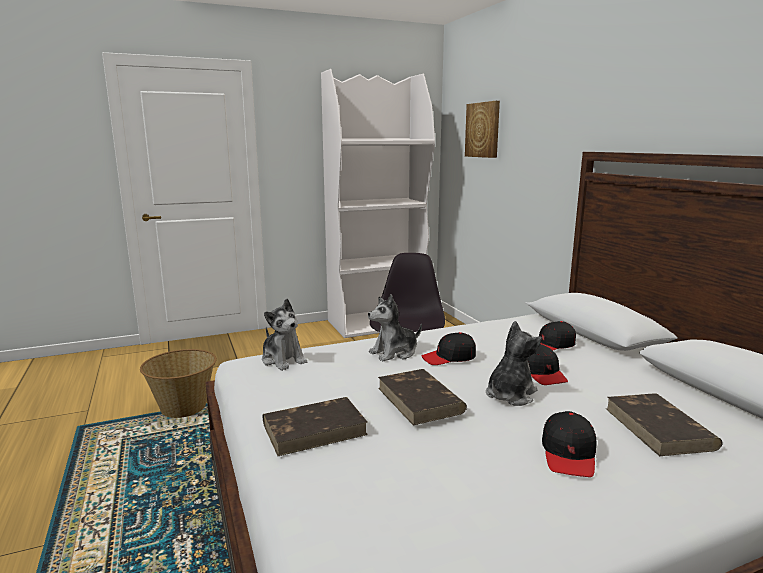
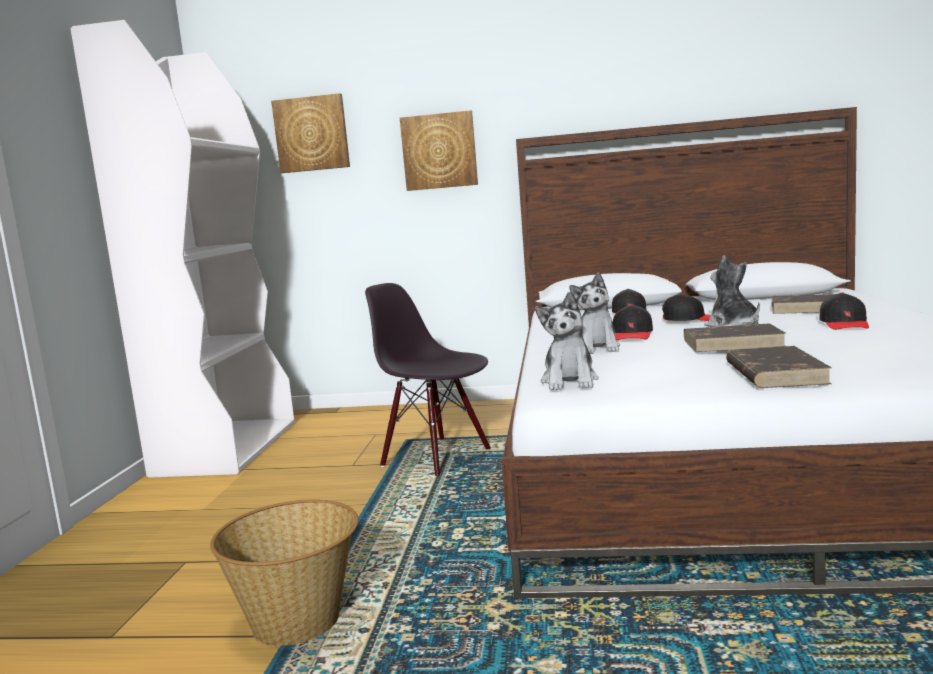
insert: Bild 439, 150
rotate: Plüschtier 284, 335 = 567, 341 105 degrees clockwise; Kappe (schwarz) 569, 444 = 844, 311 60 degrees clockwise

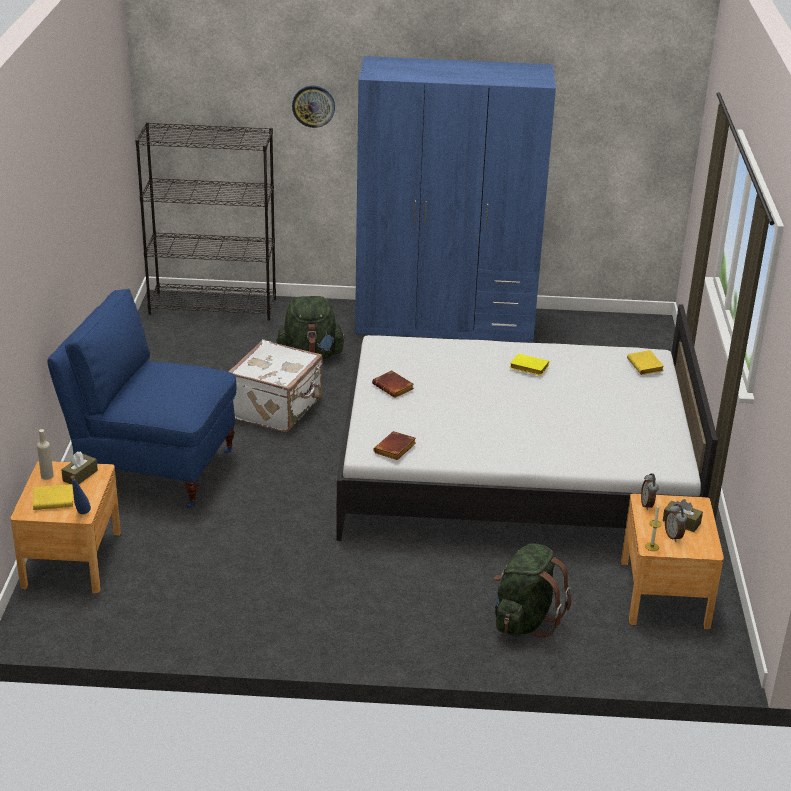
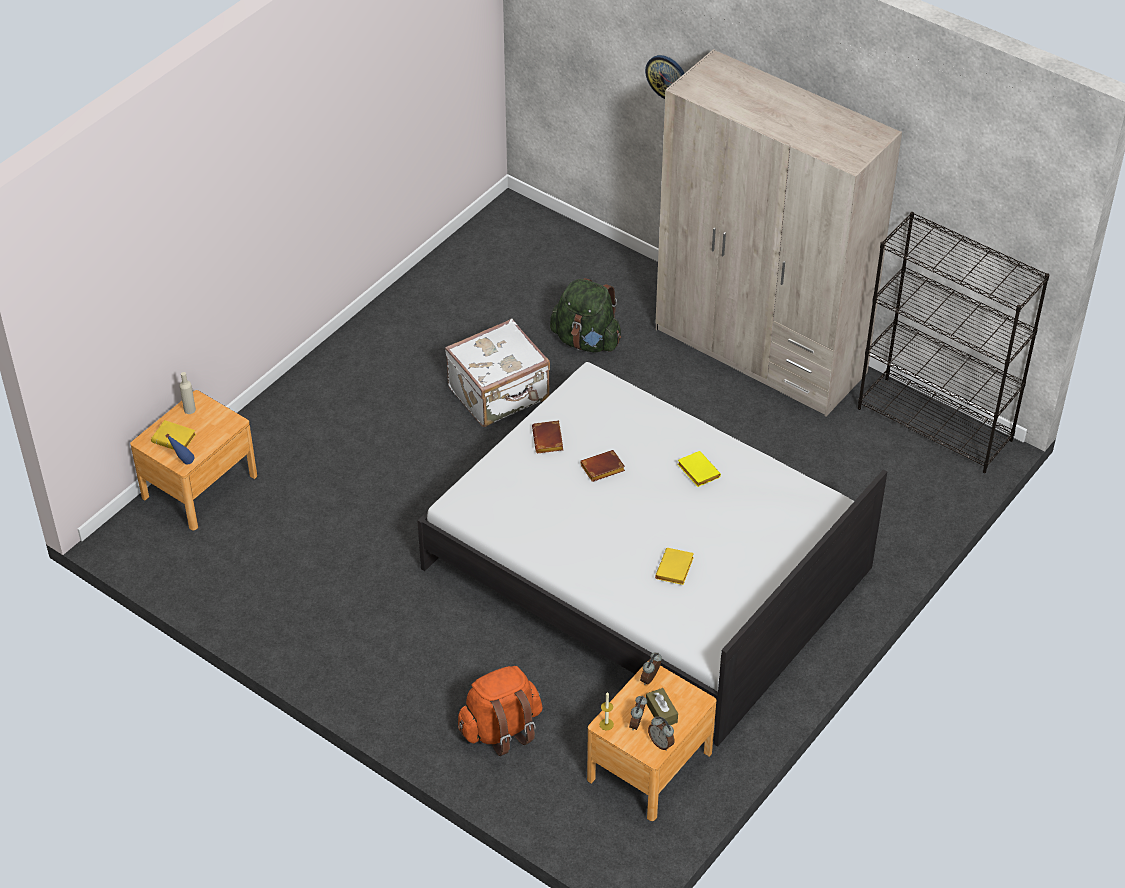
delete: Stuhl (blau) 142, 398; Taschentuchbox (braun) 79, 467
insert: Wecker 661, 734
move: Bücherregal (schwarz) 205, 221 to 953, 342; Buch (braun) 395, 445 to 602, 466; Buch (gelb) 645, 362 to 674, 566
recolor: Kleiderschrank (blau) 455, 199 to Kleiderschrank (beige) 778, 233; Rucksack (grün) 532, 591 to Rucksack (orange) 500, 711

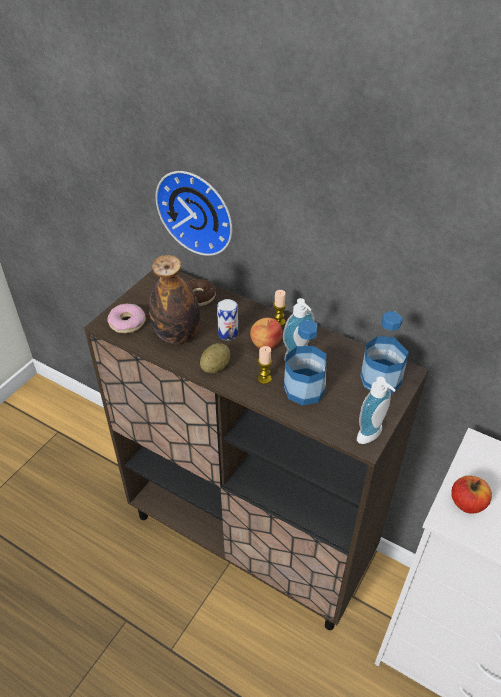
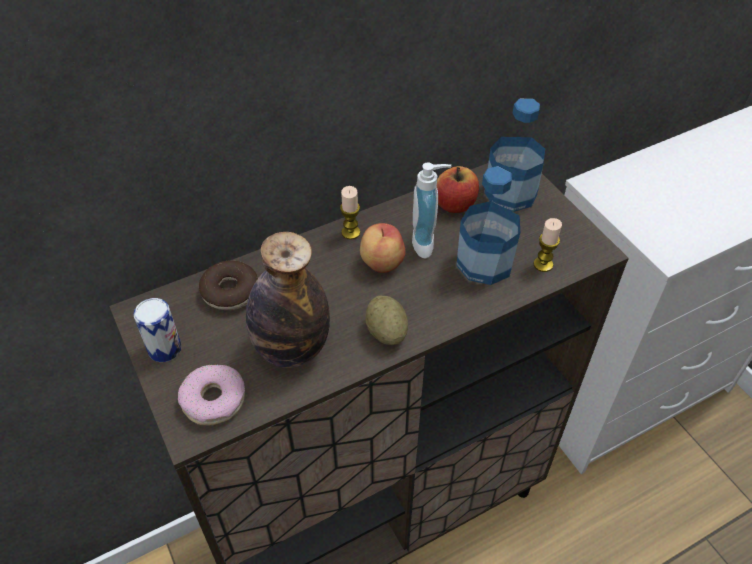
delete: Wanduhr 194, 213; Seifenspender 376, 410
move: Dose 227, 320 to 157, 330; Kerze 265, 365 to 547, 245; Apfel 471, 495 to 458, 189

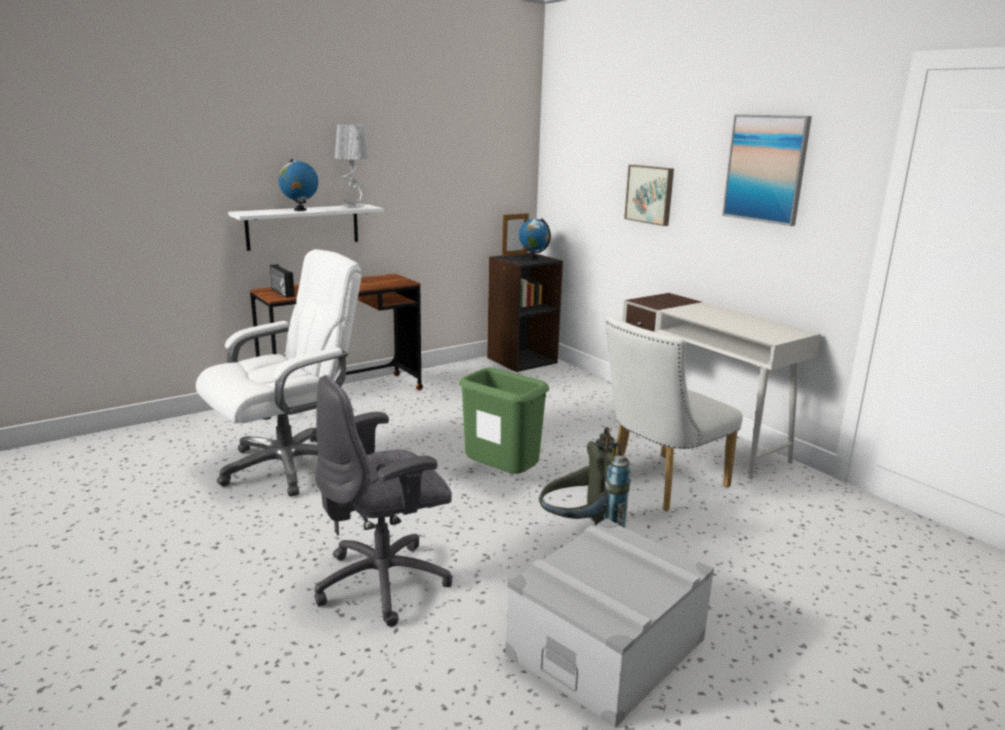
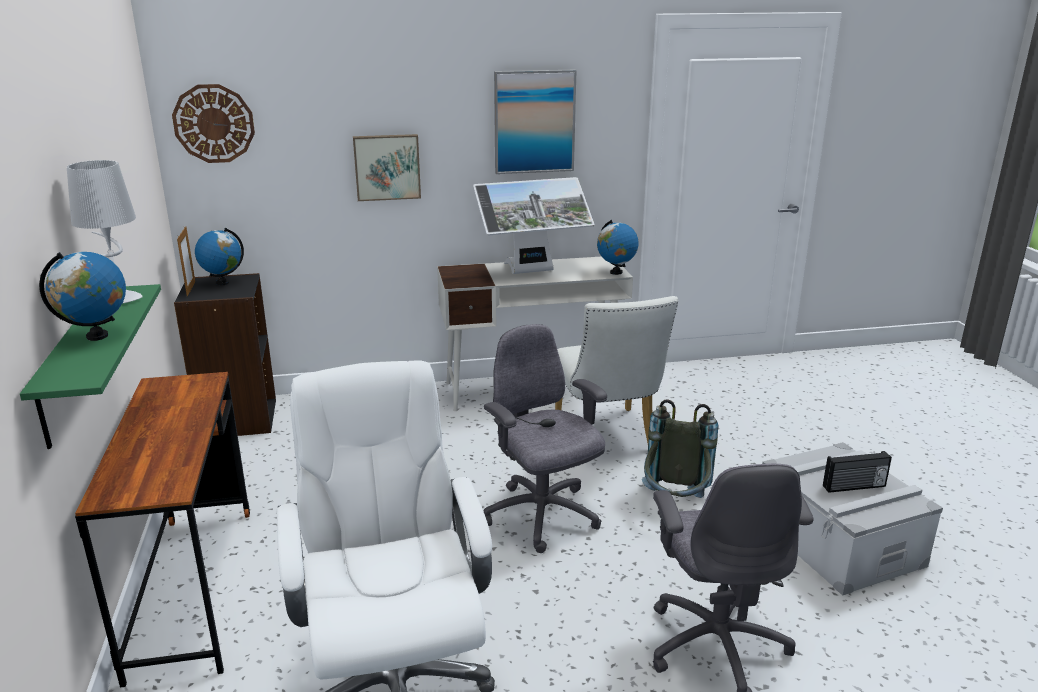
insert: Wanduhr 213, 123; Monitor 533, 225; Globus 618, 247
move: Radio 282, 281 to 857, 472
replace: Mülleimer (grün) 504, 421 to Bürostuhl (grau) 545, 438
recolor: Wandregal (weiß) 306, 227 to Wandregal (grün) 90, 366

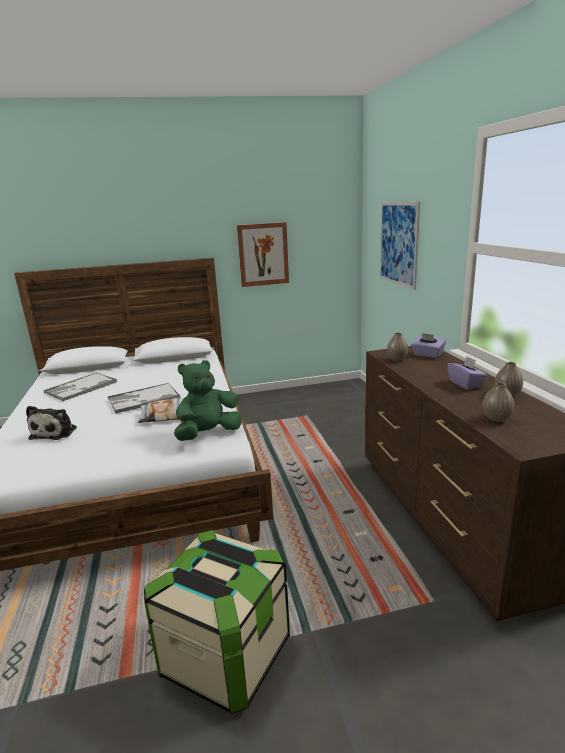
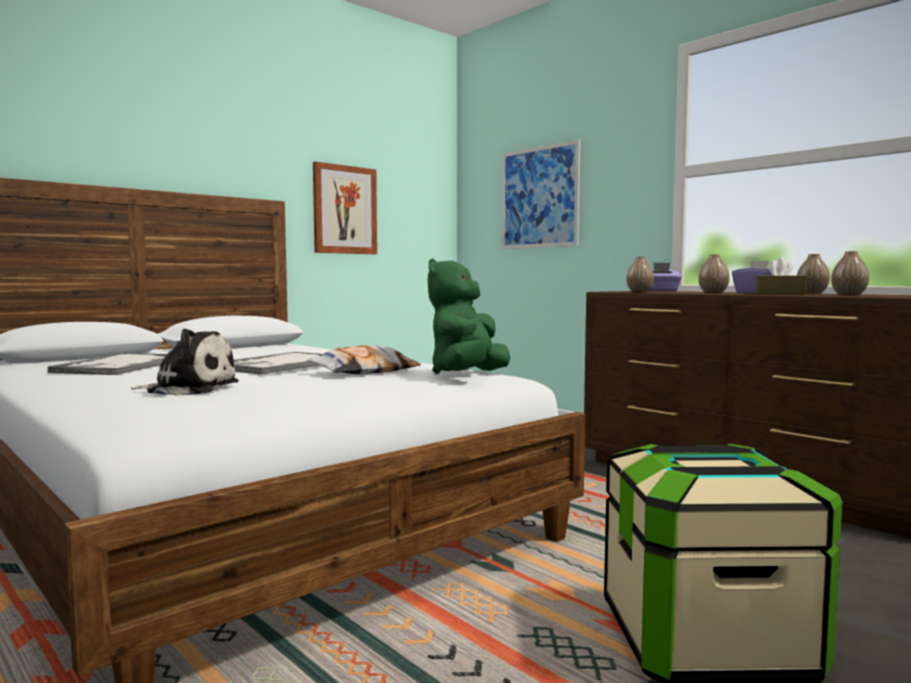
insert: Vase 714, 274; Taschentuchbox (braun) 781, 276
rotate: Plüschtier 51, 423 = 185, 362 60 degrees counterclockwise

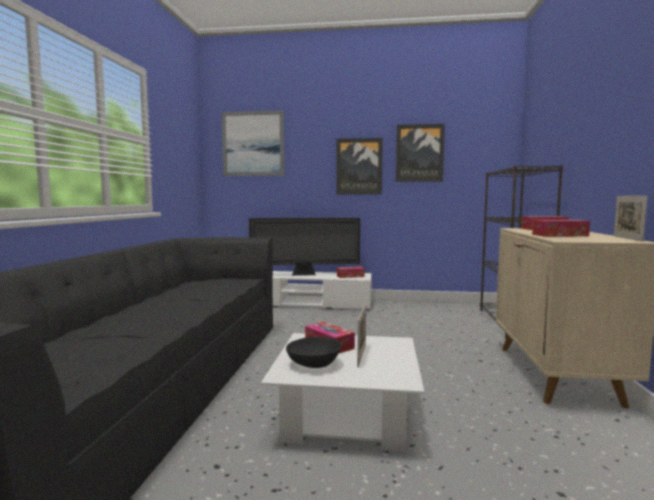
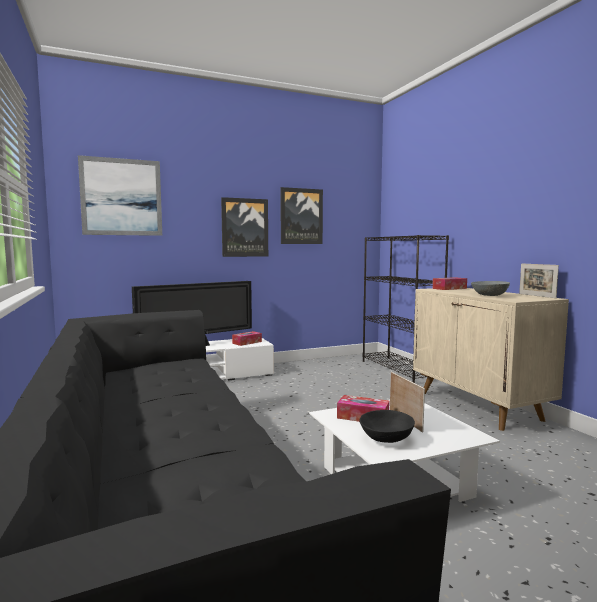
replace: Taschentuchbox 561, 228 to Schüssel (grau) 490, 288

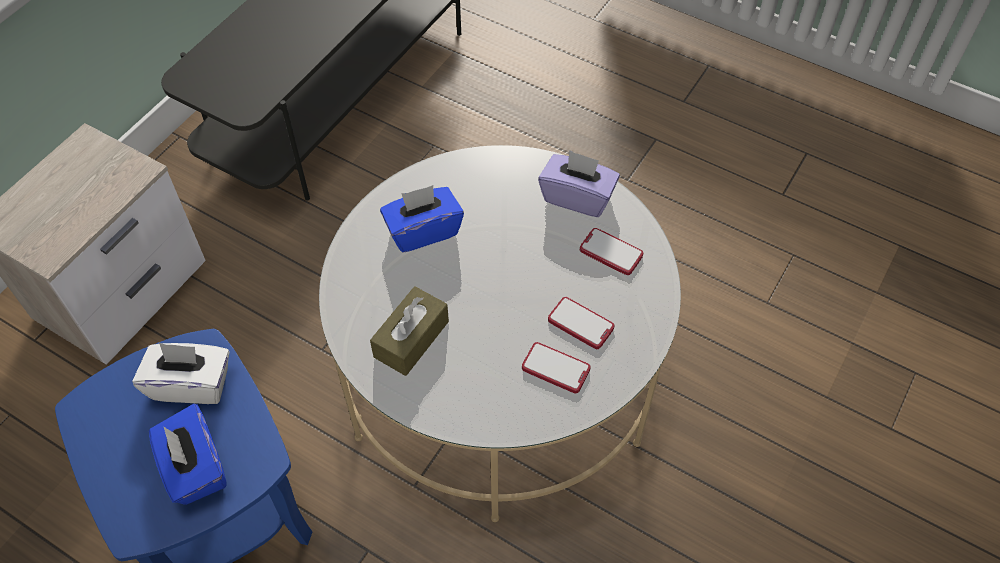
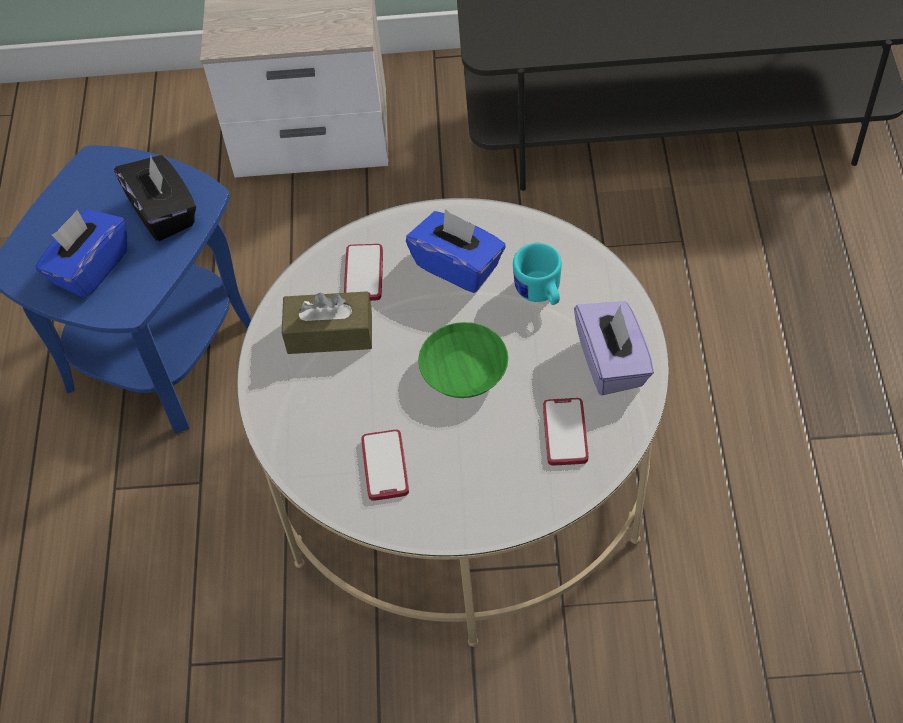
insert: Schüssel (grün) 463, 360; Henkelbecher (türkis) 537, 274
move: Handy 581, 323 to 363, 272
recolor: Taschentuchbox (weiß) 181, 373 to Taschentuchbox (schwarz) 155, 198

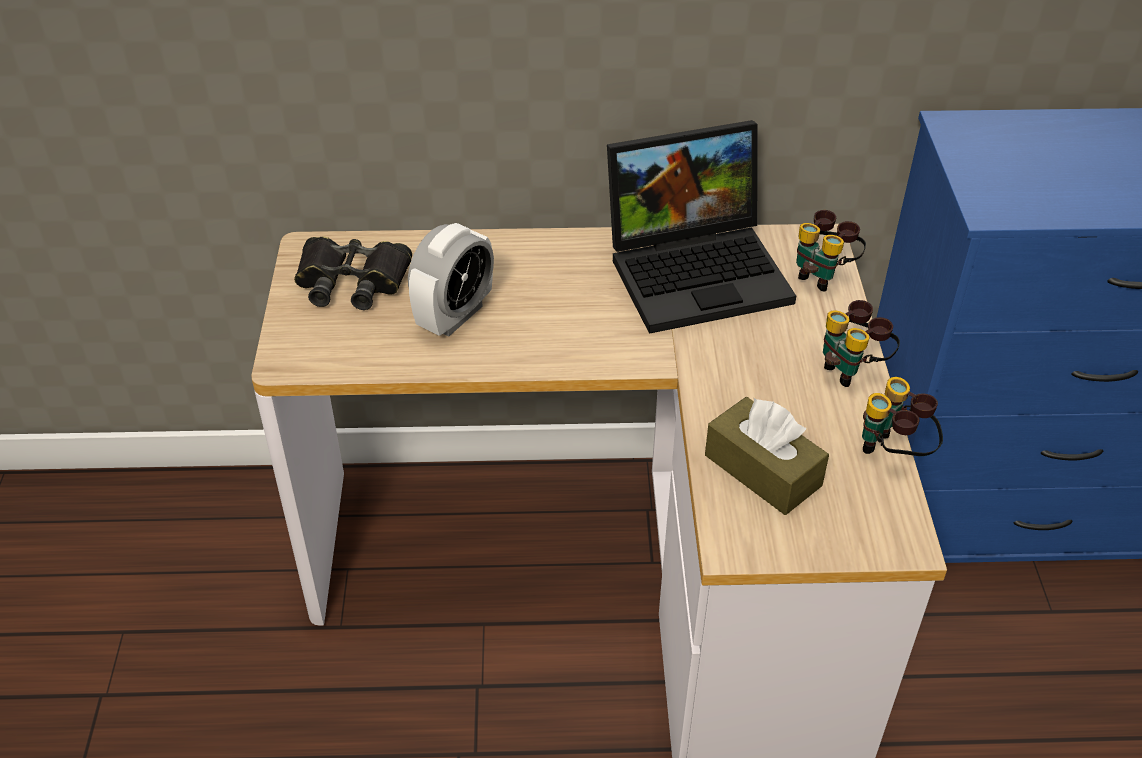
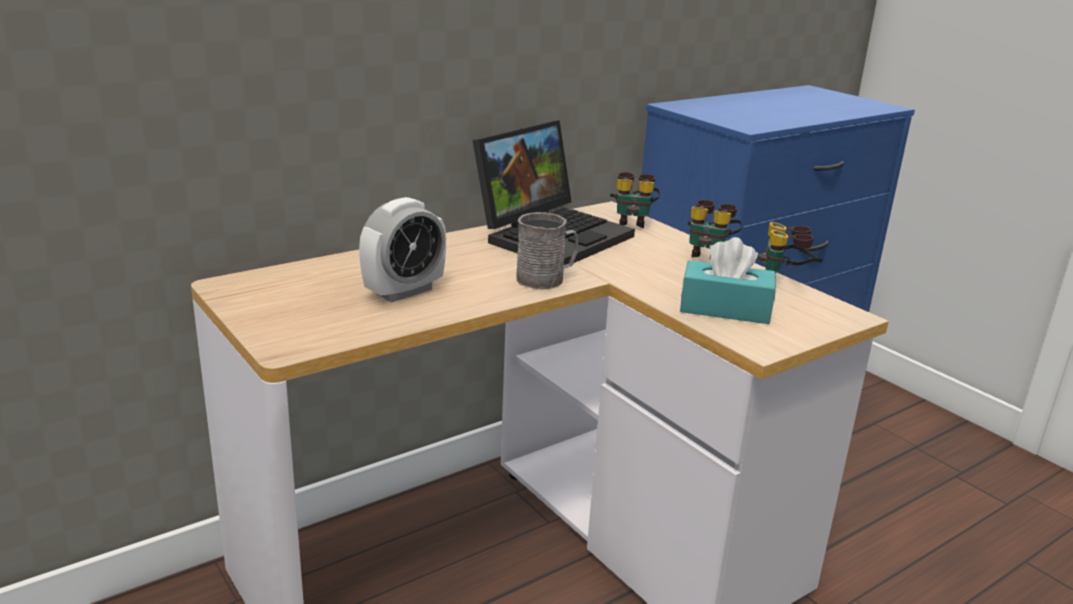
delete: Fernglas (schwarz) 353, 273
insert: Henkelbecher (grau) 547, 250
recolor: Taschentuchbox (braun) 767, 456 to Taschentuchbox (türkis) 728, 280
rotate: Wecker 451, 280 = 402, 249 45 degrees clockwise

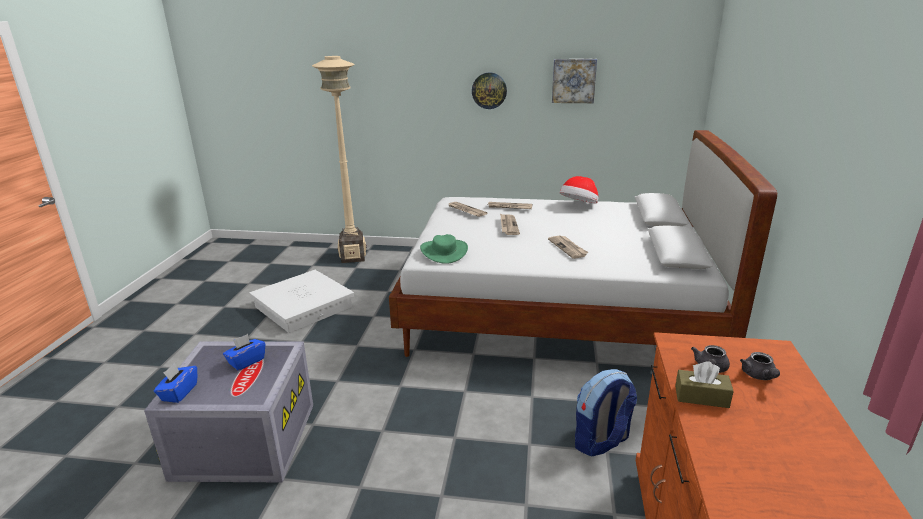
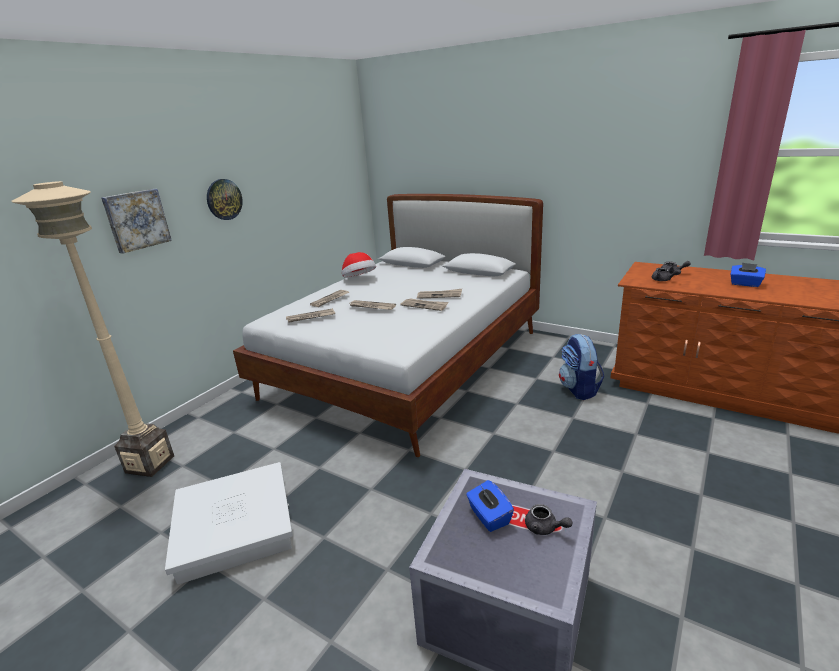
delete: Hut (grün) 444, 249; Taschentuchbox (braun) 704, 384
insert: Zeitung 424, 305; Teekanne (grau) 548, 519
move: Taschentuchbox (blau) 175, 383 to 748, 275; Bild 574, 81 to 136, 221

